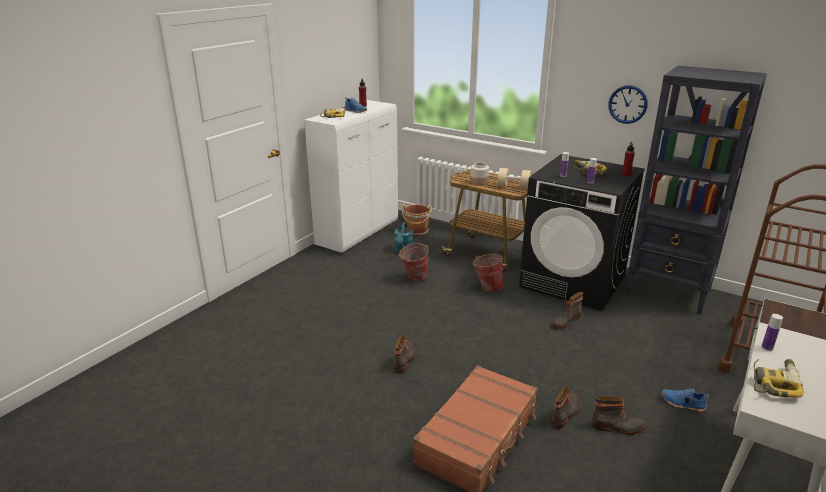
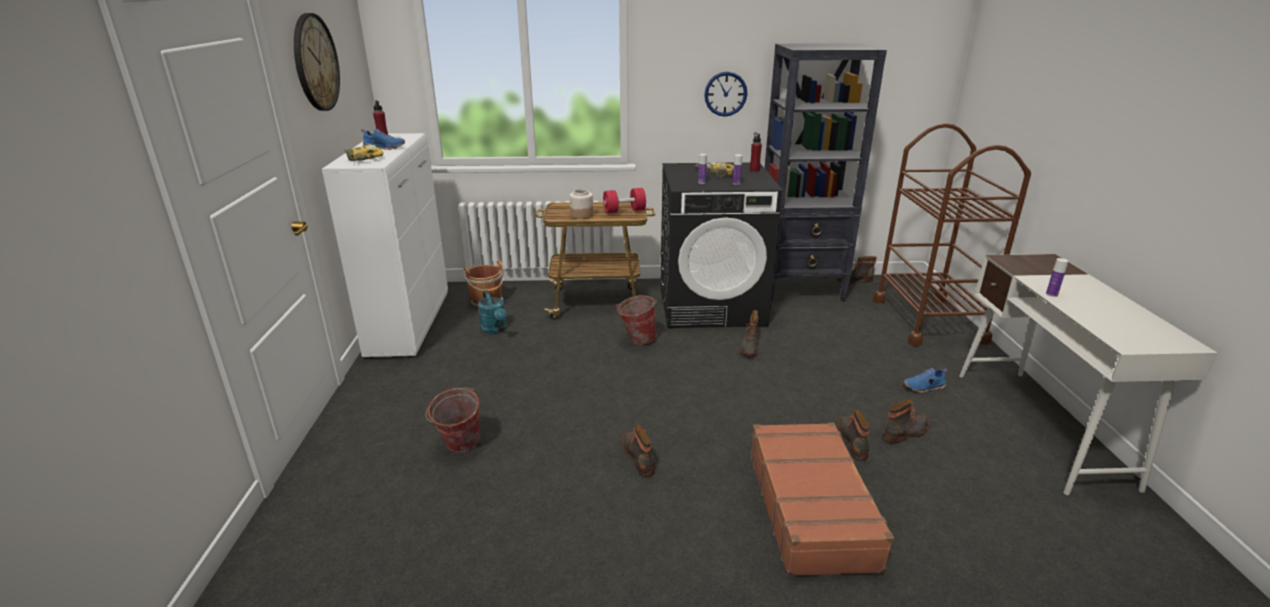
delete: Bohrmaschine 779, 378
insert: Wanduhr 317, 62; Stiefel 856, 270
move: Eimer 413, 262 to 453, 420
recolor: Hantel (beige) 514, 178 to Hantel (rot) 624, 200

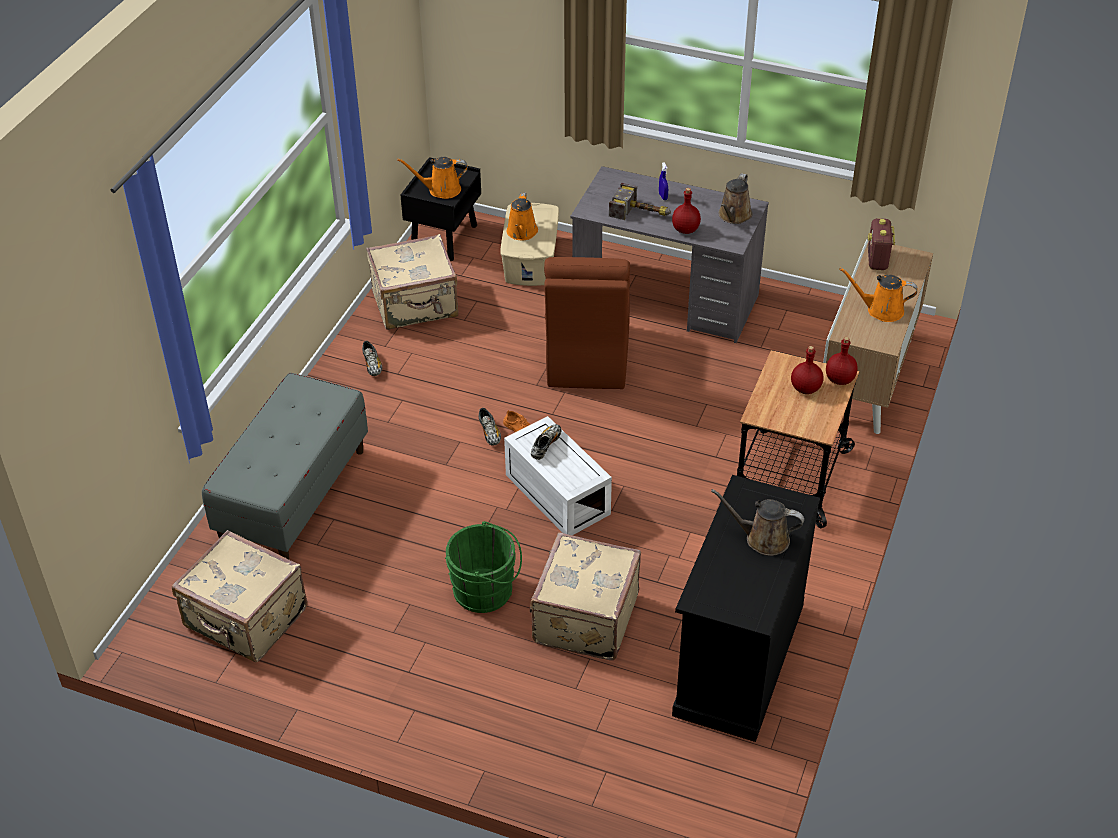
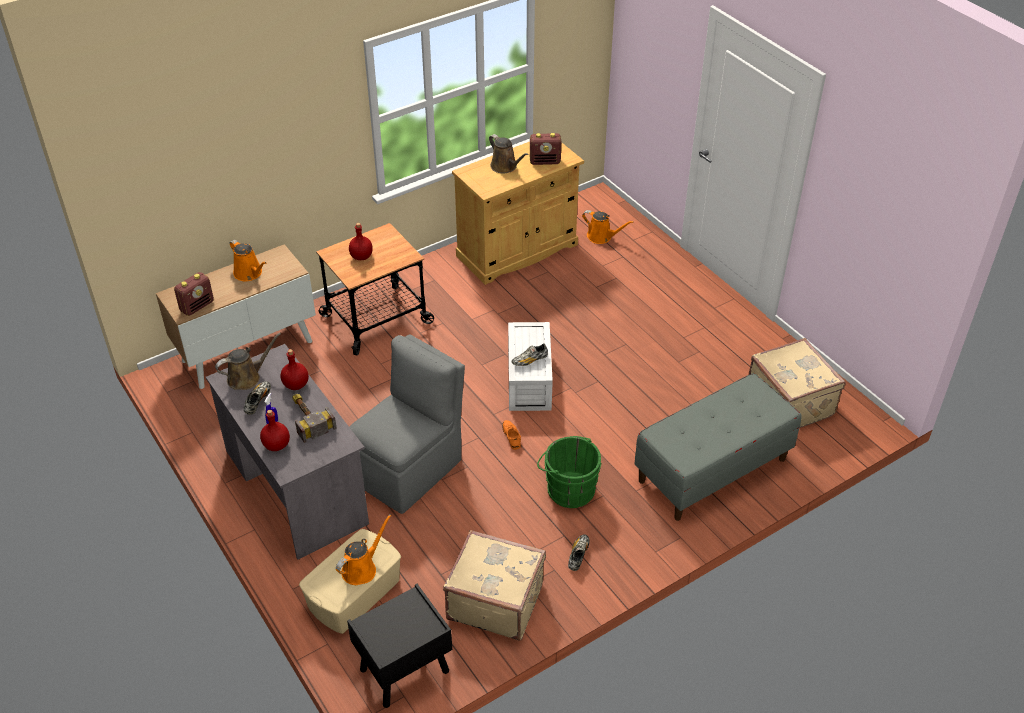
delete: Koffer (beige) 585, 596
insert: Radio 545, 149
move: Gießkanne (orange) 432, 178 to 608, 227; Eimer (grün) 483, 567 to 569, 472; Schuh 490, 427 to 257, 398; Flasche (rot) 842, 361 to 275, 430
recolor: Stuhl (braun) 587, 323 to Stuhl (grau) 407, 424; Schrank (schwarz) 746, 608 to Schrank (beige) 518, 213

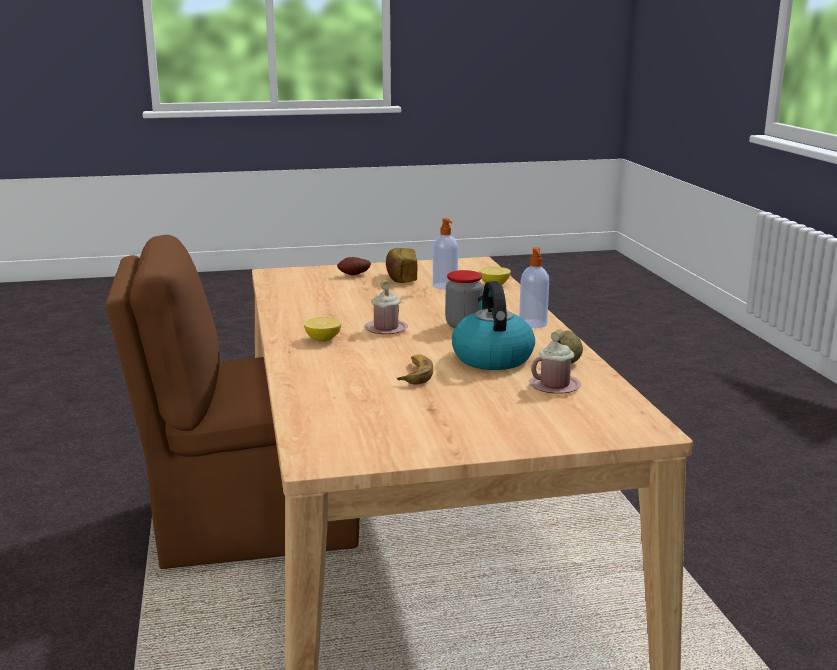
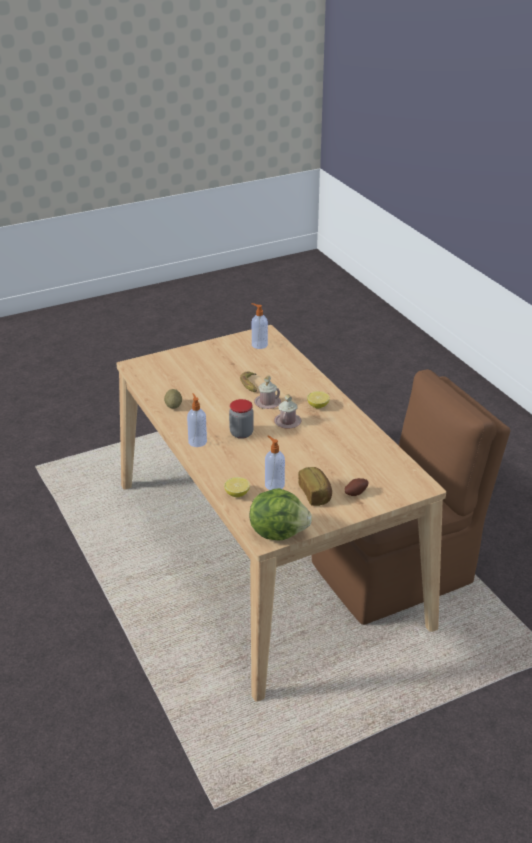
delete: Wasserkessel 493, 325
insert: Salatkopf 280, 514; Seifenspender 259, 326
move: Henkelbecher (rosa) 555, 361 to 267, 392

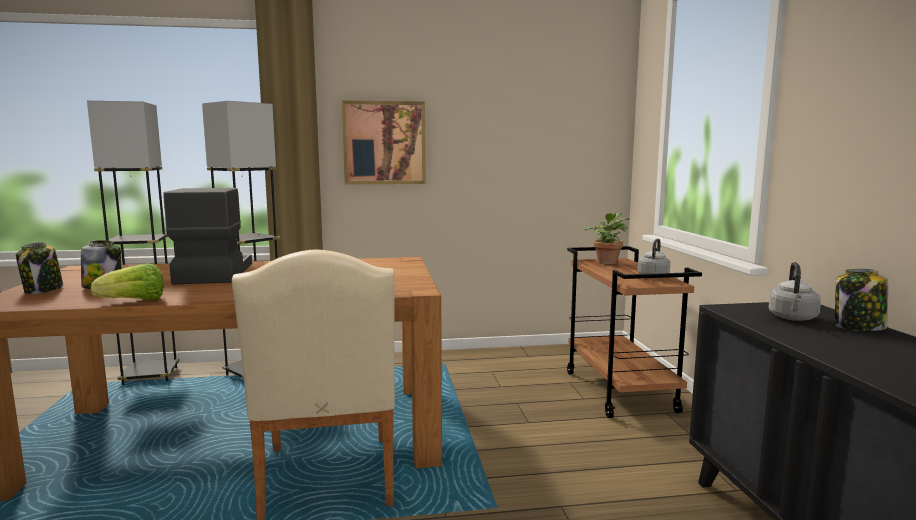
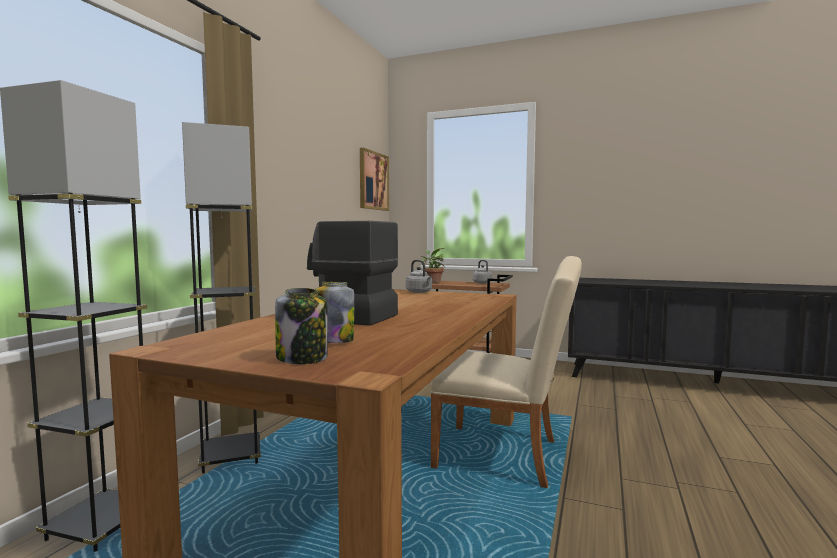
delete: Salatkopf 127, 282; Vorratsglas 861, 300
move: Bild 384, 142 to 374, 179; Wasserkessel (grau) 794, 291 to 419, 276

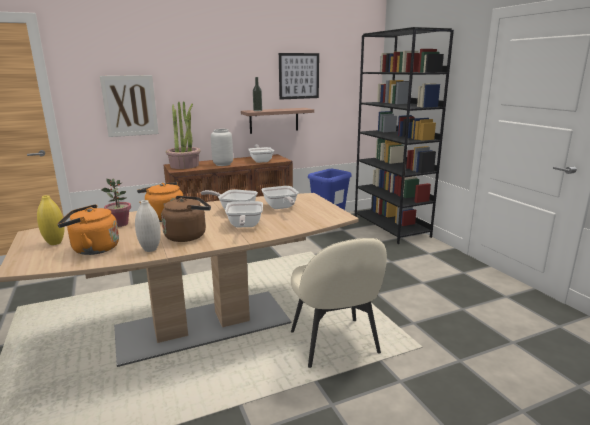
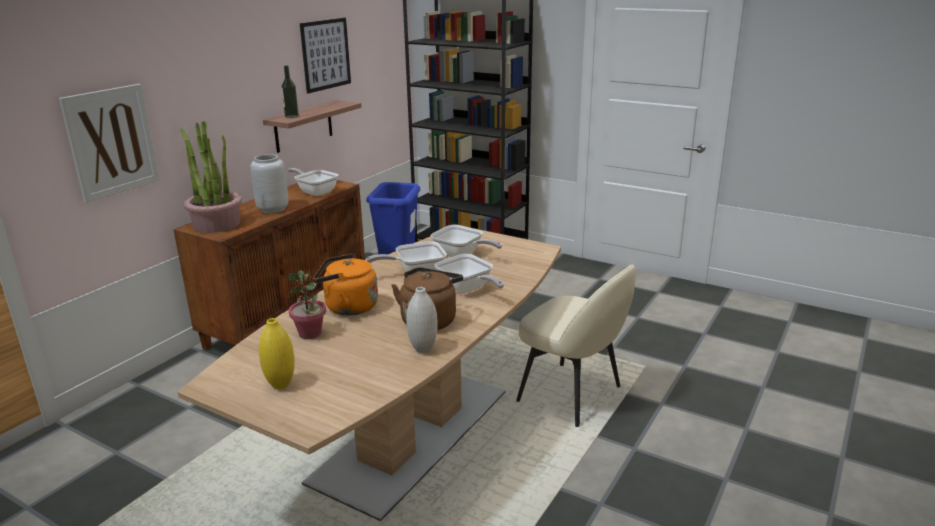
delete: Wasserkessel (orange) 88, 229

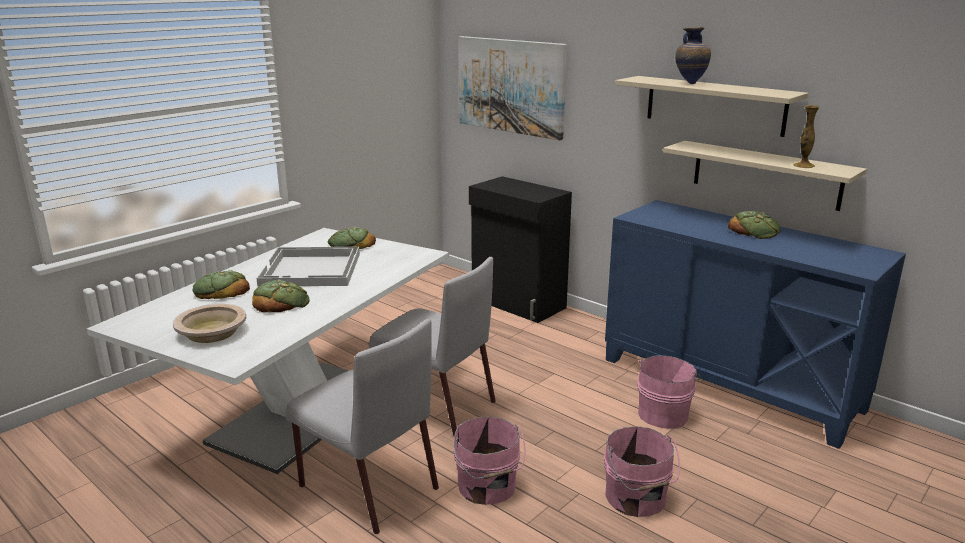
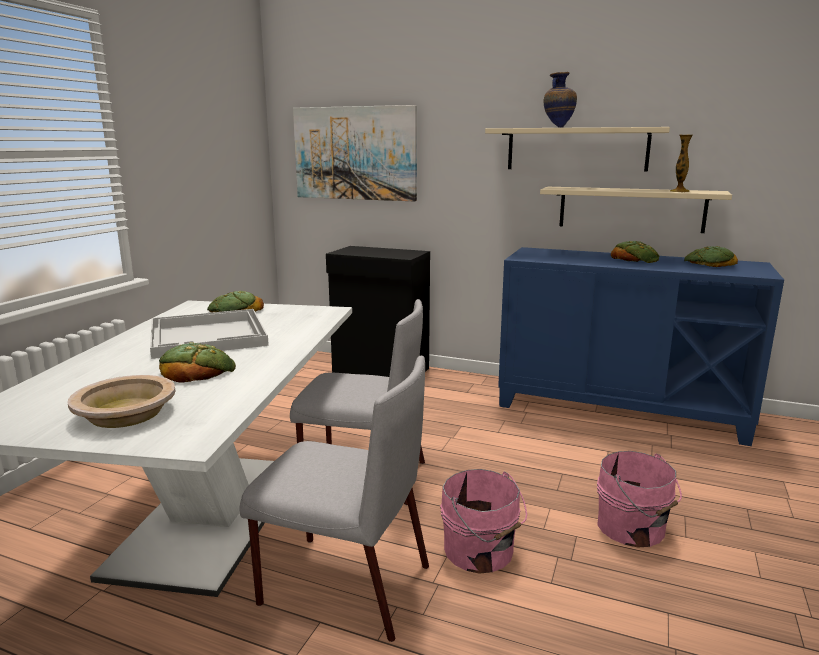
delete: Eimer (rosa) 669, 392
move: Brot 221, 284 to 711, 256

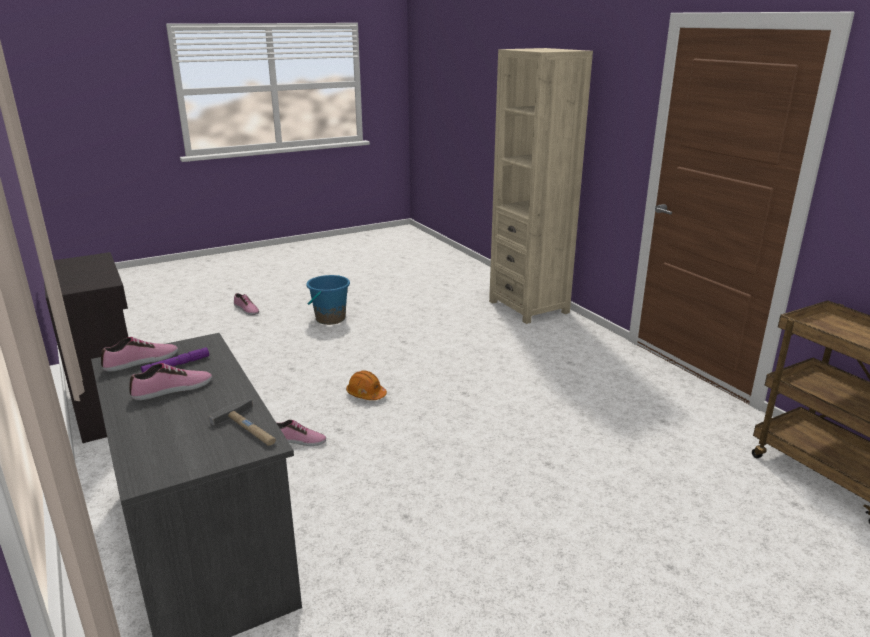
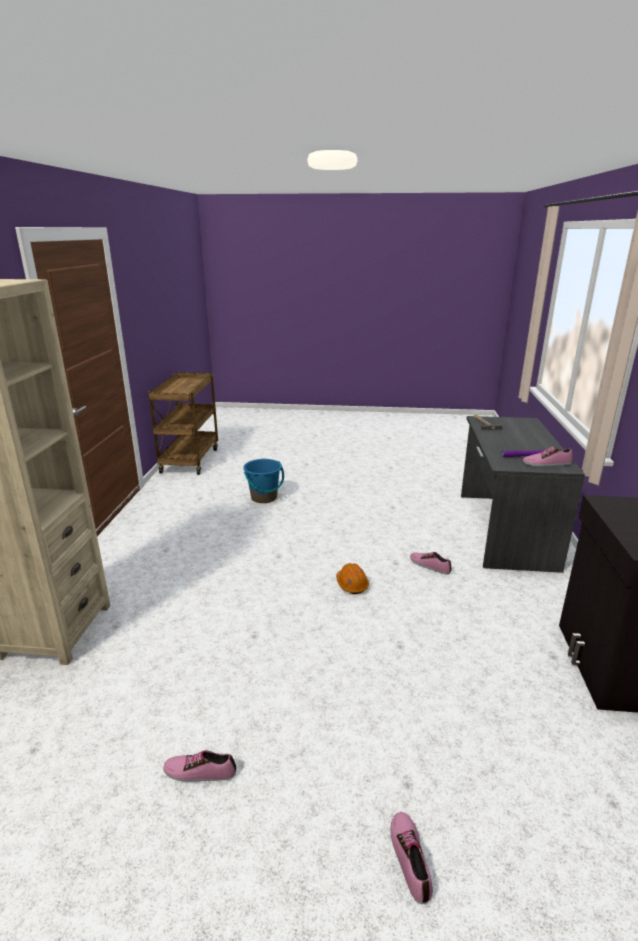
move: Schuh 170, 381 to 199, 765; Eimer (blau) 328, 300 to 263, 481

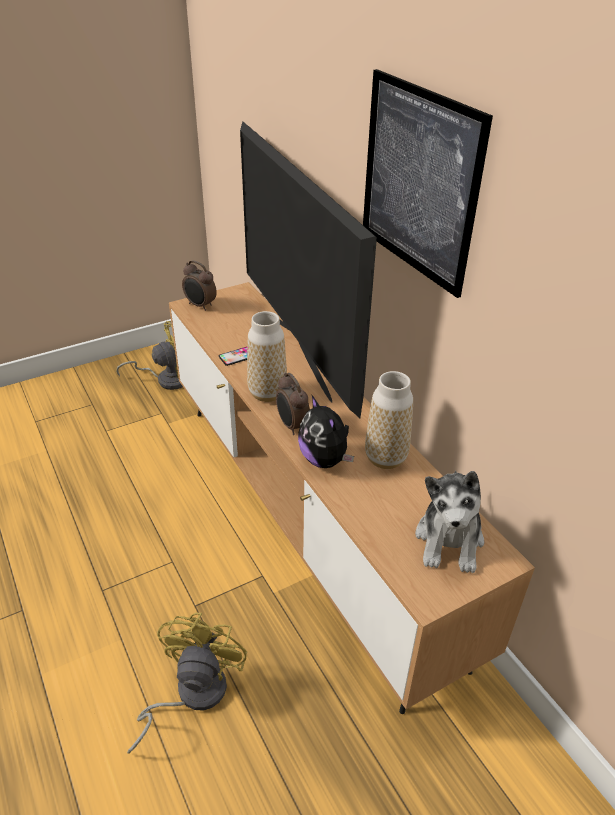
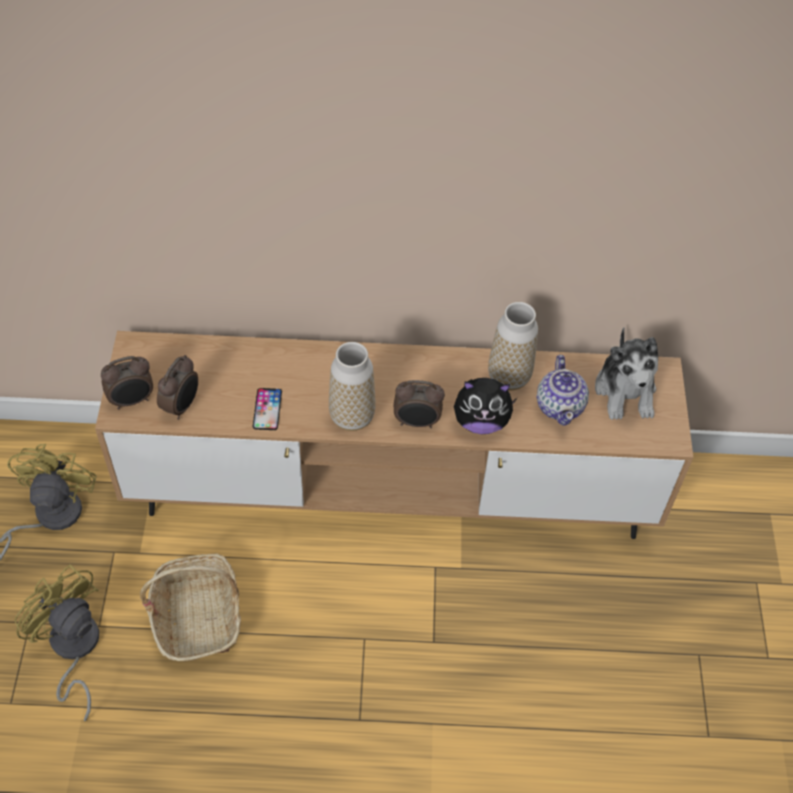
delete: Fernseher 308, 269; Bild 428, 183
insert: Korb 190, 607; Wecker 177, 387; Teekanne 563, 390
move: Ventilator (gelb) 187, 683 to 56, 643
rotate: Plüschtier 449, 522 = 626, 374 45 degrees clockwise

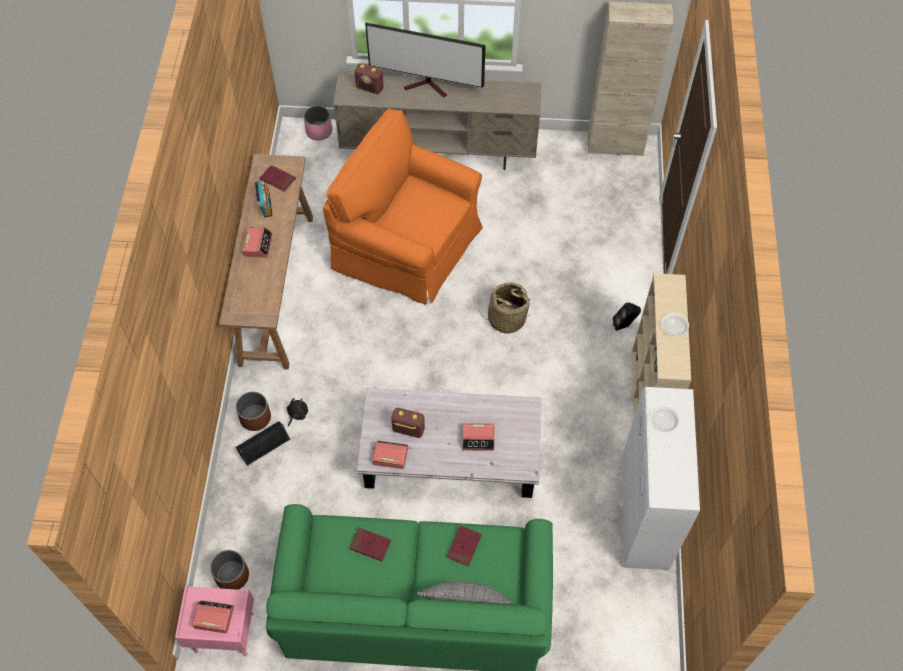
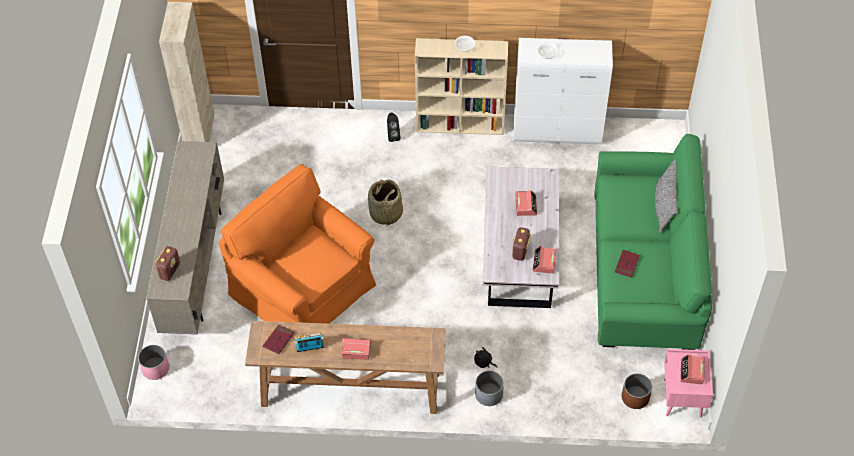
delete: Lautsprecher (schwarz) 263, 443; Fernseher 425, 59; Buch (rot) 464, 545
recolor: Pflanzkübel (braun) 253, 411 to Pflanzkübel (grau) 489, 388
rotate: Sessel (orange) 403, 206 = 297, 244 105 degrees clockwise

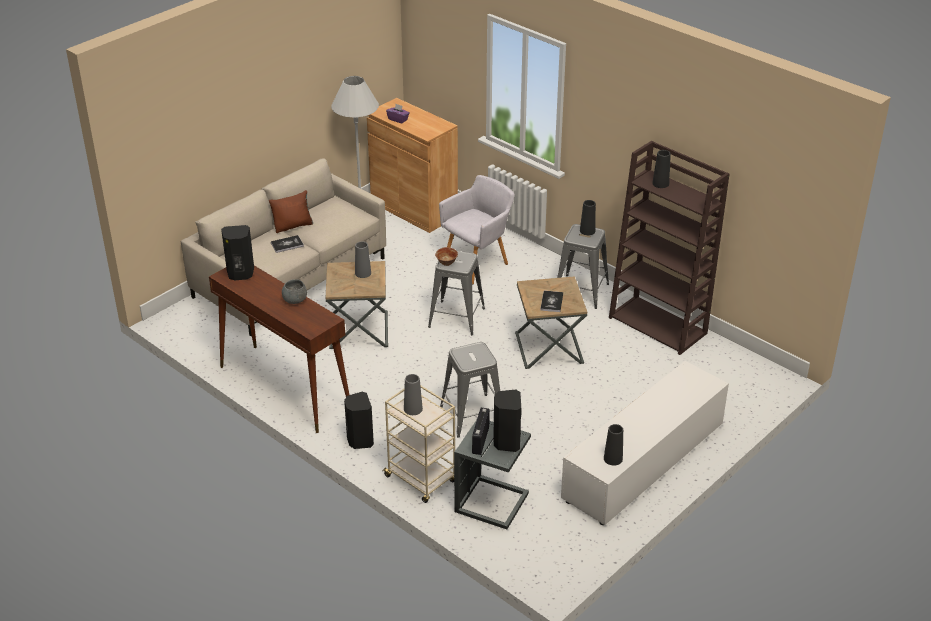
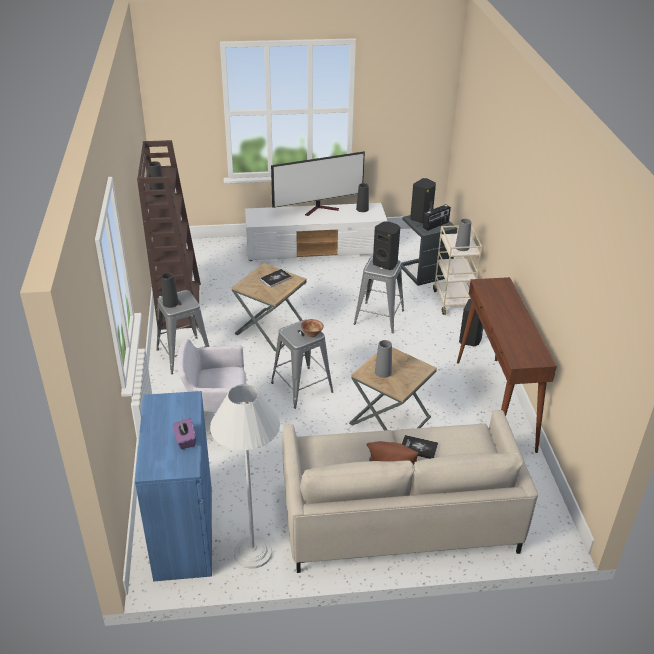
delete: Schüssel (grau) 294, 291
insert: Fernseher 318, 183
move: Lautsprecher (schwarz) 237, 252 to 386, 246
recolor: Schrank (braun) 412, 165 to Schrank (blau) 173, 486

